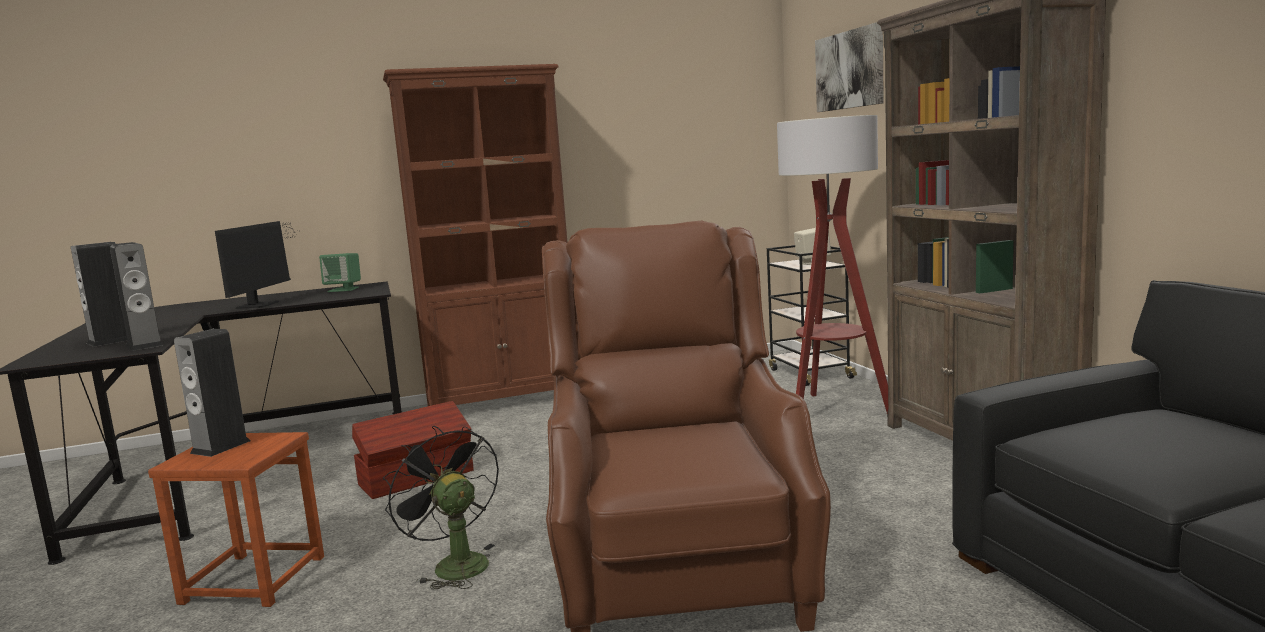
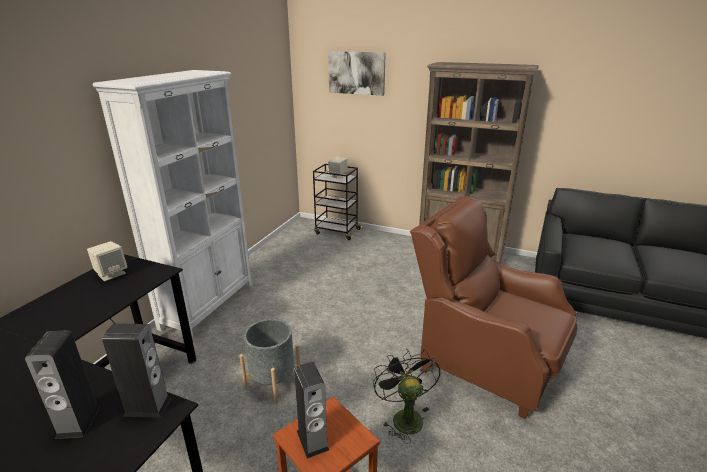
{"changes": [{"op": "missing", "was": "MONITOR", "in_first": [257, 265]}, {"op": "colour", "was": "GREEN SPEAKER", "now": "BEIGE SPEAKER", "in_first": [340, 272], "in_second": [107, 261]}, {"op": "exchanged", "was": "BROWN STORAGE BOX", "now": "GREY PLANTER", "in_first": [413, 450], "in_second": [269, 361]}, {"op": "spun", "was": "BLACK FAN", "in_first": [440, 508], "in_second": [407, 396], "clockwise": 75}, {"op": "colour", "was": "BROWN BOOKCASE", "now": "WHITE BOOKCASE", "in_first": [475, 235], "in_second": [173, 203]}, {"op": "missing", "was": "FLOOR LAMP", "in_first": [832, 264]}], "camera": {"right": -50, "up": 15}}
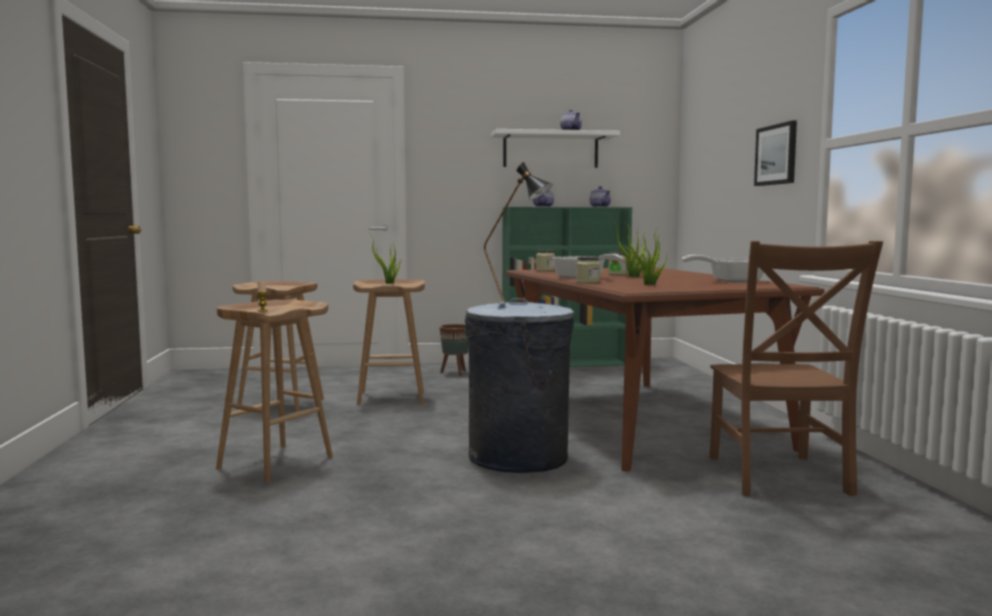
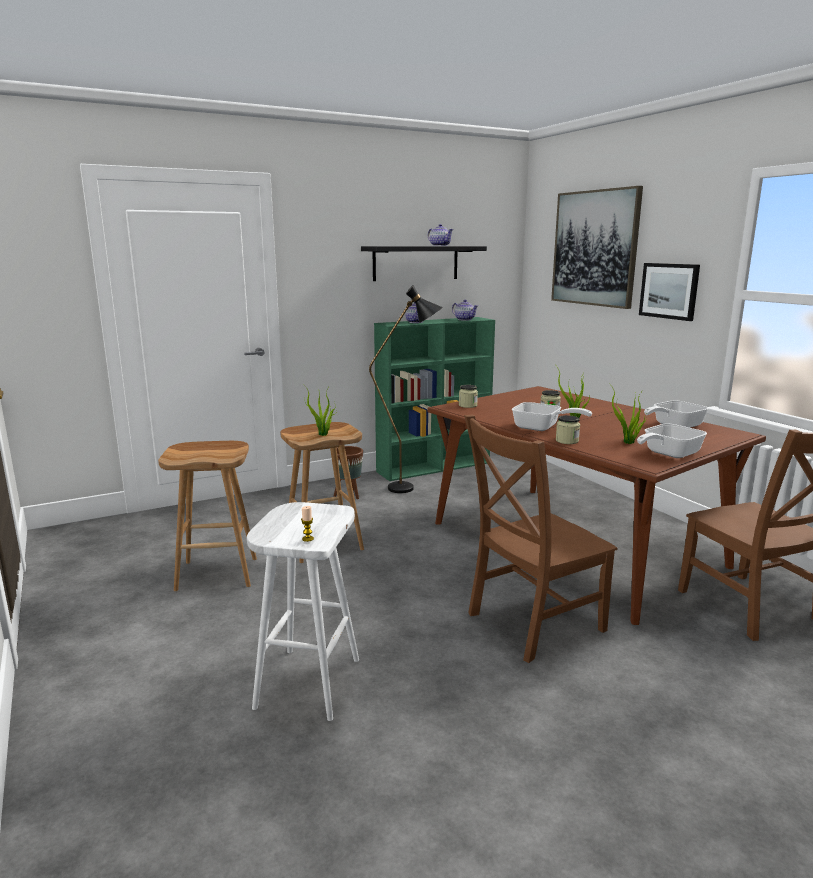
{"changes": [{"op": "colour", "was": "BROWN STOOL", "now": "WHITE STOOL", "in_first": [274, 391], "in_second": [303, 611]}, {"op": "exchanged", "was": "GREY TRASH CAN", "now": "BROWN CHAIR", "in_first": [519, 385], "in_second": [540, 539]}, {"op": "colour", "was": "WHITE SHELF", "now": "BLACK SHELF", "in_first": [555, 148], "in_second": [424, 263]}, {"op": "appeared", "now": "PICTURE", "in_second": [597, 247]}, {"op": "appeared", "now": "FRYING PAN", "in_second": [672, 441]}], "camera": {"right": -20, "up": 10}}
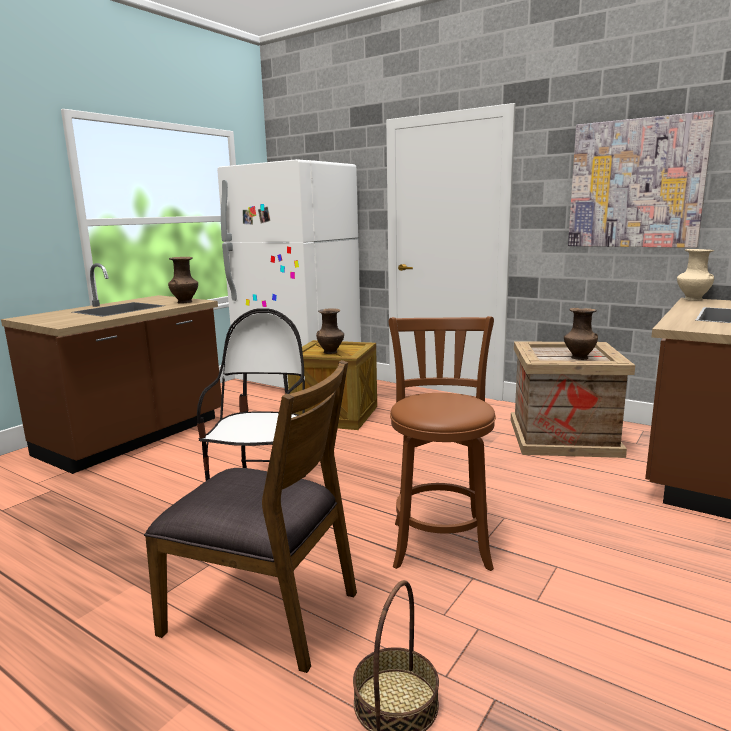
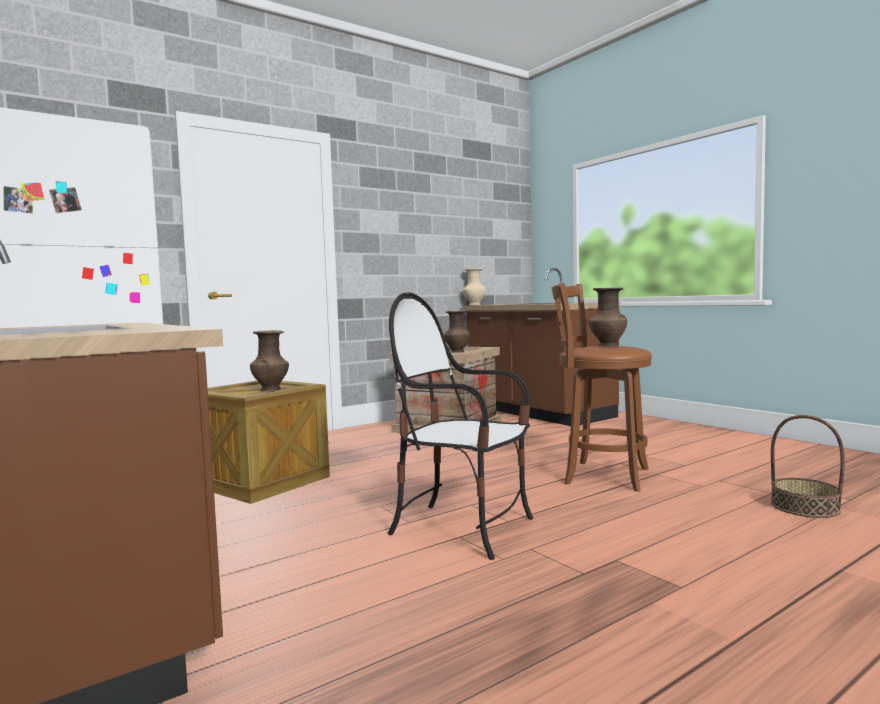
{"changes": [{"op": "missing", "was": "BROWN CHAIR", "in_first": [250, 516]}, {"op": "relocated", "was": "BROWN VASE", "in_first": [183, 280], "in_second": [607, 317]}, {"op": "missing", "was": "PICTURE", "in_first": [641, 179]}], "camera": {"right": -70, "up": -10}}
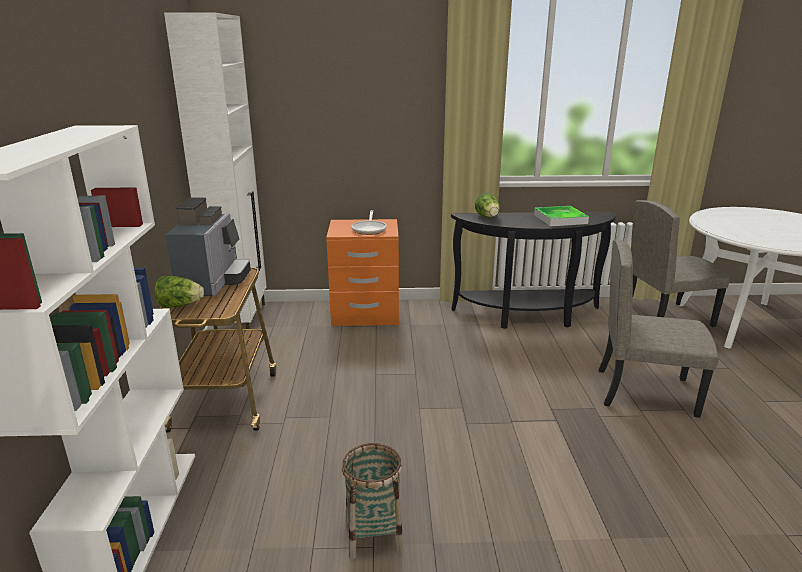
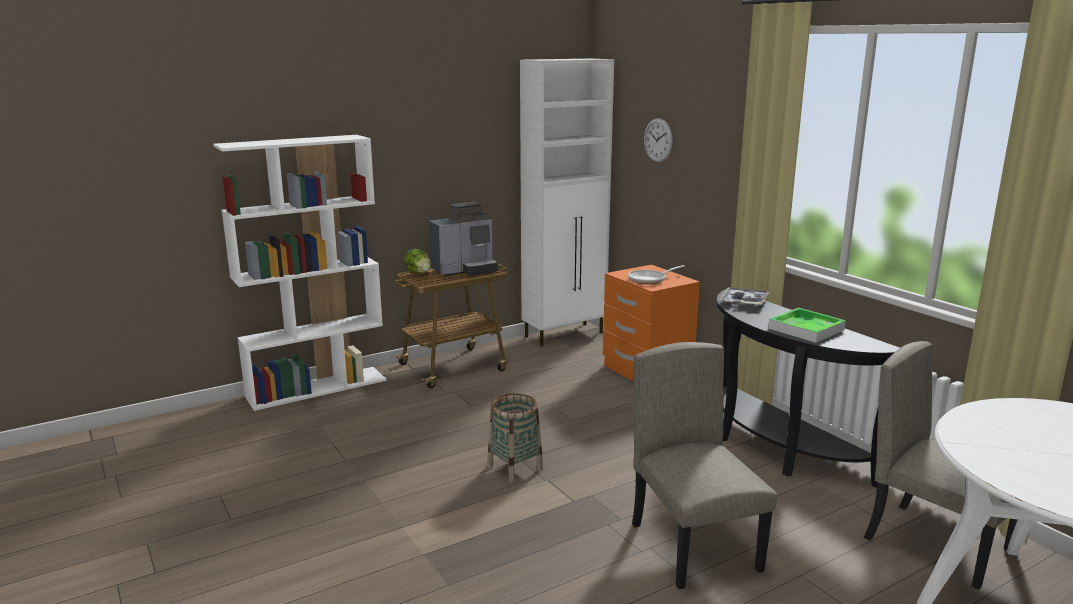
{"changes": [{"op": "relocated", "was": "BASKET", "in_first": [372, 501], "in_second": [515, 438]}, {"op": "exchanged", "was": "LETTUCE", "now": "TRAY", "in_first": [487, 205], "in_second": [744, 296]}, {"op": "appeared", "now": "WALL CLOCK", "in_second": [658, 140]}], "camera": {"right": 60, "up": -5}}
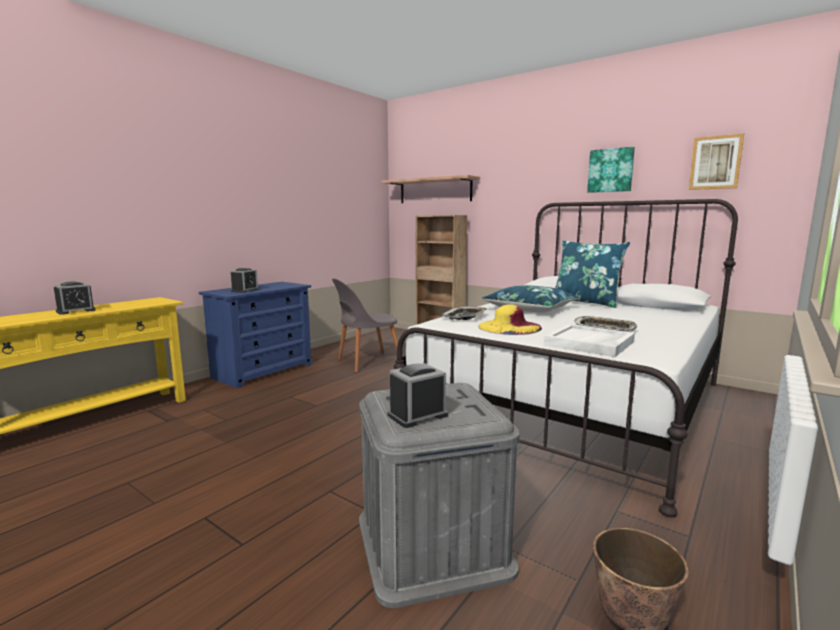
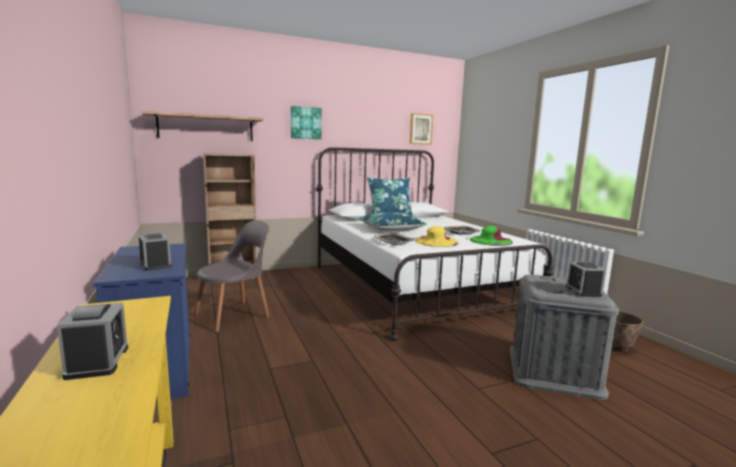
{"changes": [{"op": "spun", "was": "GREY CHAIR", "in_first": [365, 325], "in_second": [231, 276], "clockwise": -135}, {"op": "exchanged", "was": "WHITE TRAY", "now": "GREEN HAT", "in_first": [589, 340], "in_second": [491, 236]}, {"op": "relocated", "was": "PICTURE", "in_first": [611, 170], "in_second": [306, 122]}], "camera": {"right": -60, "up": 0}}
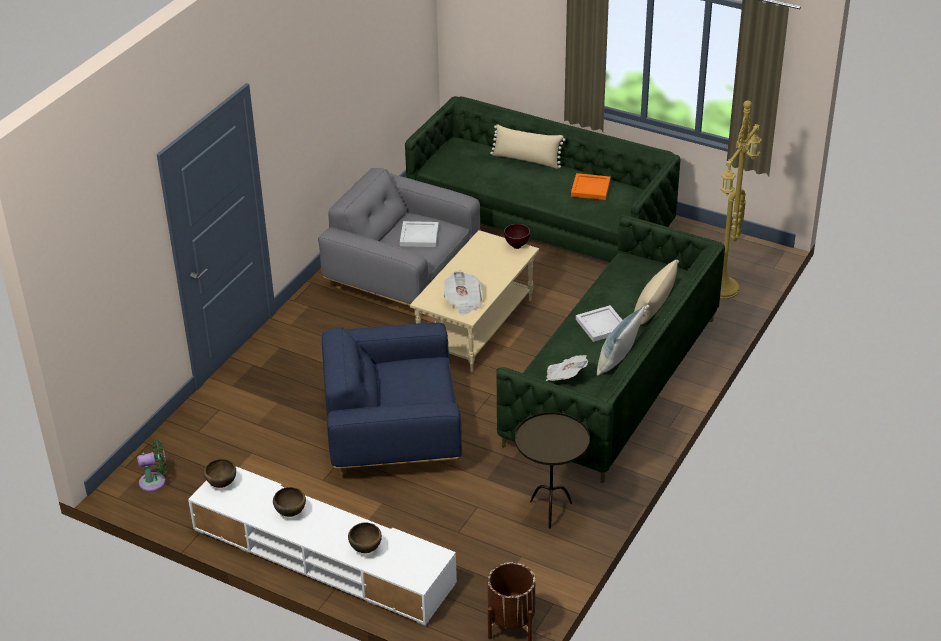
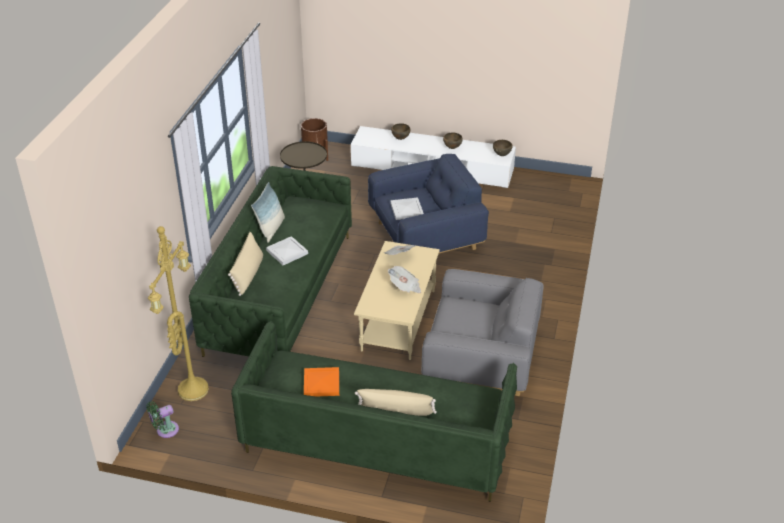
{"changes": [{"op": "relocated", "was": "GREEN FAN", "in_first": [152, 466], "in_second": [162, 419]}, {"op": "relocated", "was": "WHITE TRAY", "in_first": [419, 234], "in_second": [407, 208]}, {"op": "missing", "was": "BROWN BOWL", "in_first": [517, 236]}, {"op": "relocated", "was": "NEWSPAPER", "in_first": [567, 368], "in_second": [404, 279]}], "camera": {"right": 165, "up": 0}}
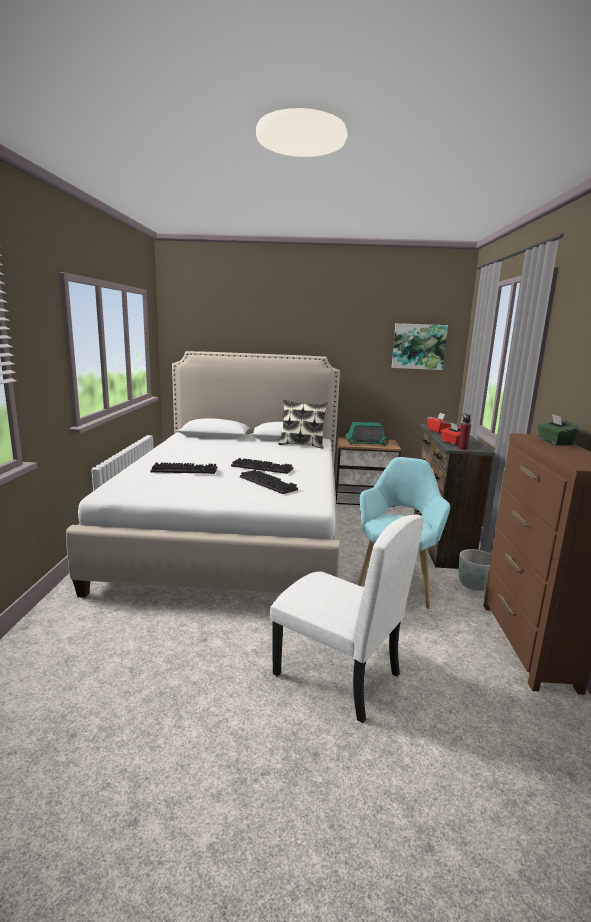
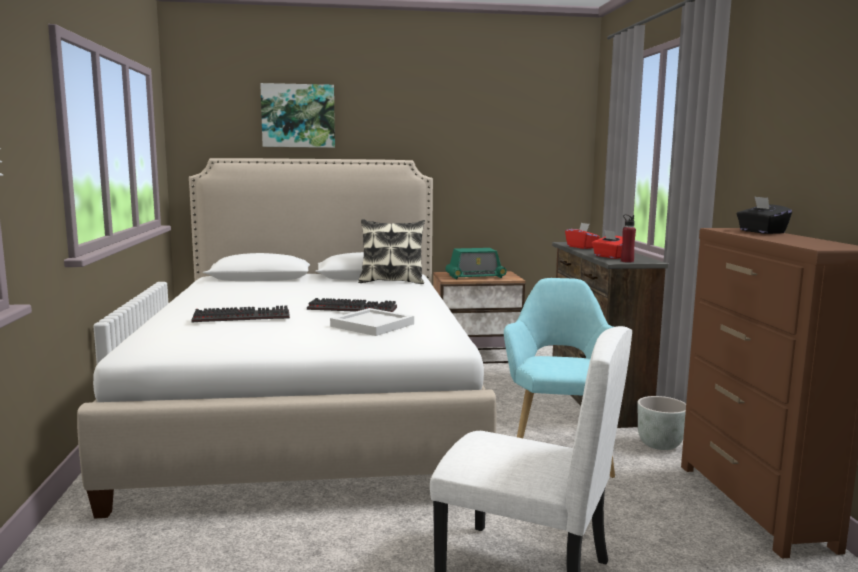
{"changes": [{"op": "exchanged", "was": "KEYBOARD", "now": "WHITE TRAY", "in_first": [269, 482], "in_second": [372, 322]}, {"op": "relocated", "was": "PICTURE", "in_first": [420, 346], "in_second": [297, 115]}, {"op": "colour", "was": "GREEN TISSUE BOX", "now": "BLACK TISSUE BOX", "in_first": [558, 429], "in_second": [764, 215]}], "camera": {"right": -10, "up": -5}}
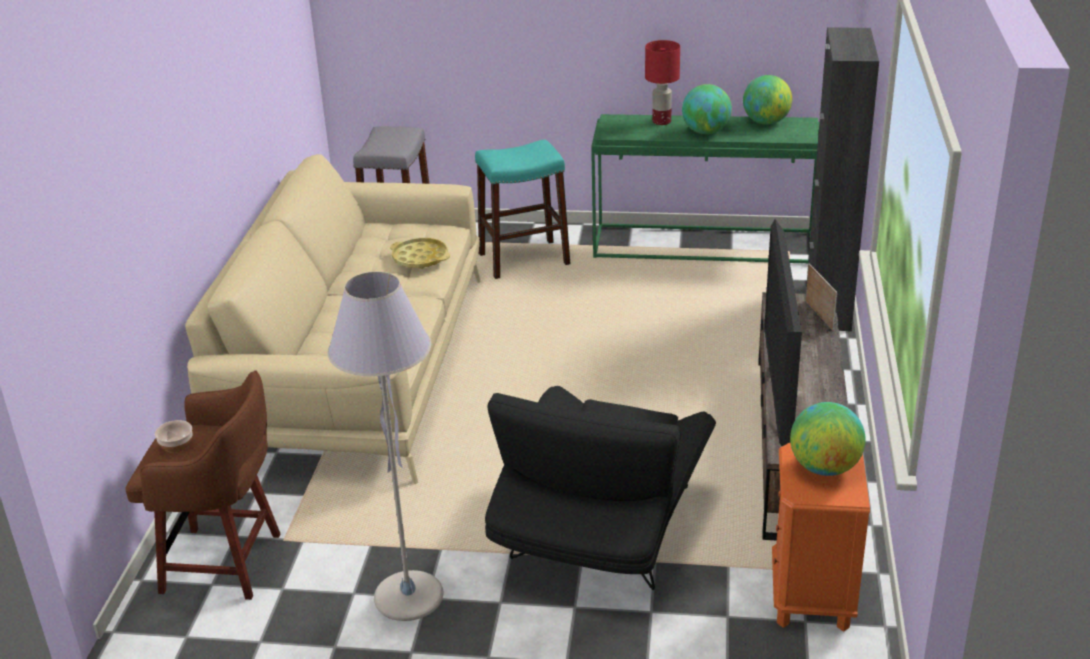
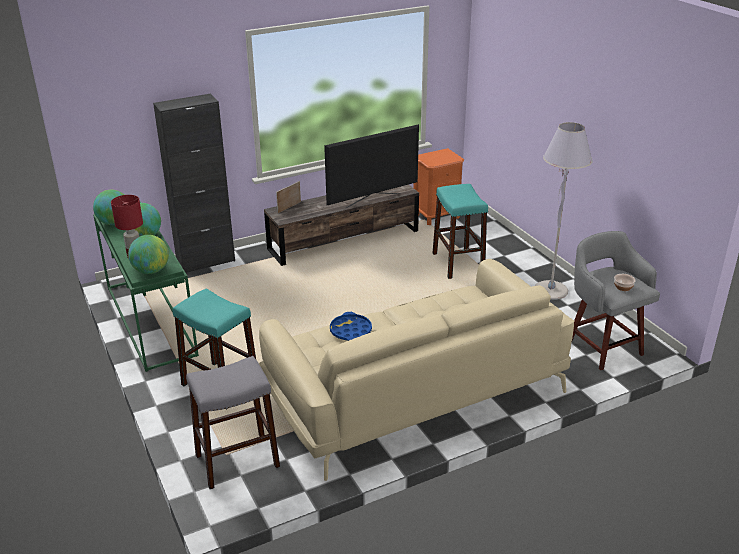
{"changes": [{"op": "colour", "was": "BROWN STOOL", "now": "GREY STOOL", "in_first": [203, 485], "in_second": [615, 300]}, {"op": "colour", "was": "YELLOW TRAY", "now": "BLUE TRAY", "in_first": [420, 253], "in_second": [351, 326]}, {"op": "exchanged", "was": "BLACK ARMCHAIR", "now": "TURQUOISE STOOL", "in_first": [600, 488], "in_second": [460, 231]}, {"op": "relocated", "was": "GLOBE", "in_first": [828, 439], "in_second": [148, 254]}], "camera": {"right": -125, "up": 0}}
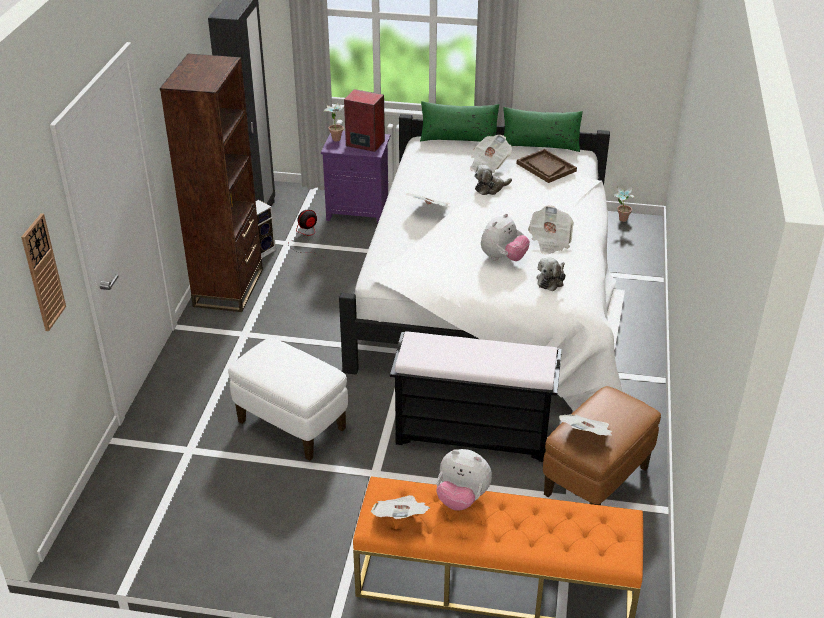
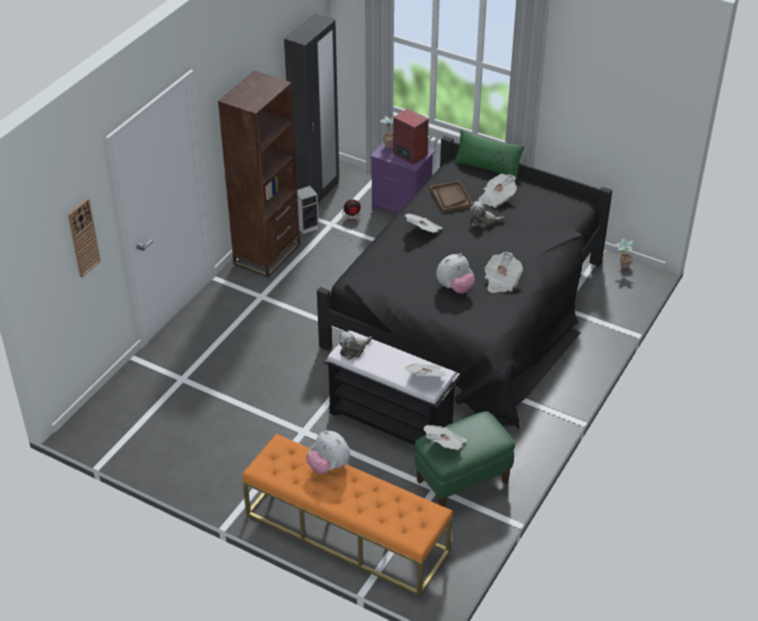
{"changes": [{"op": "missing", "was": "WHITE OTTOMAN", "in_first": [288, 399]}, {"op": "colour", "was": "WHITE BED", "now": "BLACK BED", "in_first": [482, 262], "in_second": [465, 283]}, {"op": "relocated", "was": "NEWSPAPER", "in_first": [400, 507], "in_second": [425, 370]}, {"op": "missing", "was": "GREEN PILLOW", "in_first": [543, 129]}, {"op": "relocated", "was": "BROWN TRAY", "in_first": [547, 166], "in_second": [451, 196]}, {"op": "relocated", "was": "PLUSH TOY", "in_first": [551, 274], "in_second": [355, 346]}, {"op": "colour", "was": "BROWN OTTOMAN", "now": "GREEN OTTOMAN", "in_first": [602, 445], "in_second": [464, 459]}], "camera": {"right": 20, "up": 5}}
